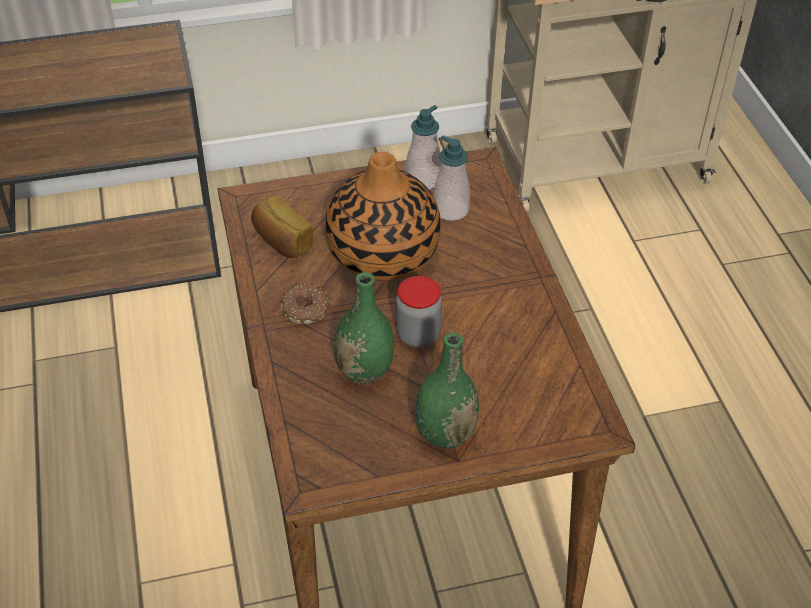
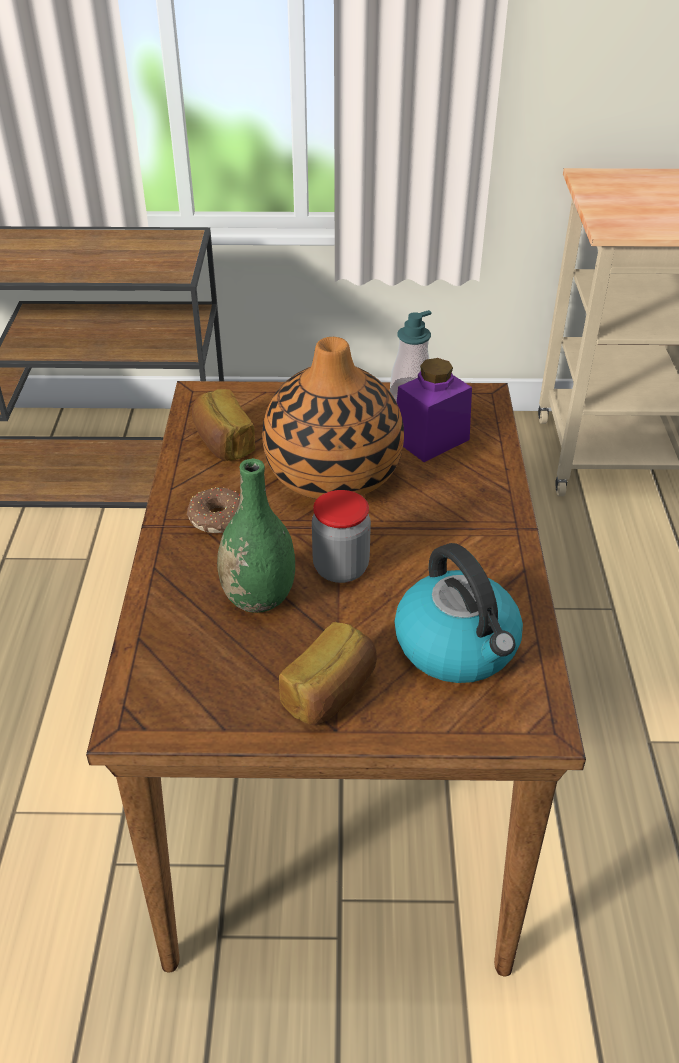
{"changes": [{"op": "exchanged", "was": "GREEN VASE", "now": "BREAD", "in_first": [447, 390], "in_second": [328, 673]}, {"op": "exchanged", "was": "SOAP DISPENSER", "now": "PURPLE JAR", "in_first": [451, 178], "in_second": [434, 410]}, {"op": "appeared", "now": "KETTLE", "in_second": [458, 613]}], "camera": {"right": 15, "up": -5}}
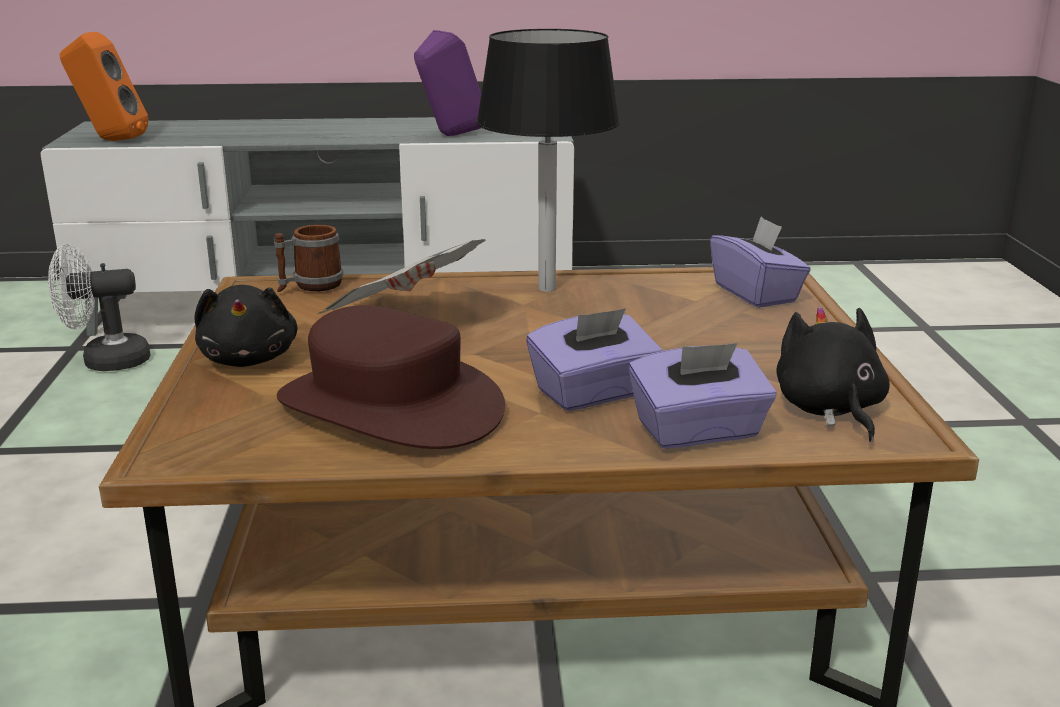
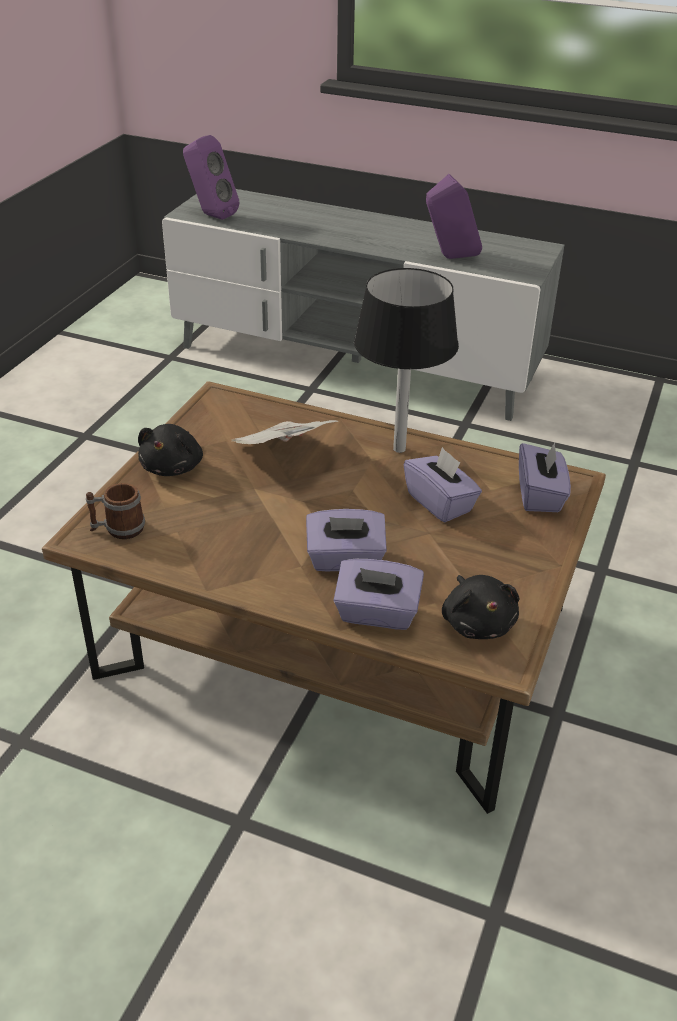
{"changes": [{"op": "missing", "was": "WHITE FAN", "in_first": [99, 307]}, {"op": "colour", "was": "ORANGE SPEAKER", "now": "PURPLE SPEAKER", "in_first": [104, 86], "in_second": [211, 177]}, {"op": "relocated", "was": "MUG", "in_first": [308, 258], "in_second": [115, 511]}, {"op": "missing", "was": "BROWN HAT", "in_first": [391, 377]}, {"op": "spun", "was": "BLACK PLUSH TOY", "in_first": [833, 374], "in_second": [480, 607], "clockwise": 150}, {"op": "appeared", "now": "PURPLE TISSUE BOX", "in_second": [442, 484]}], "camera": {"right": 25, "up": 15}}
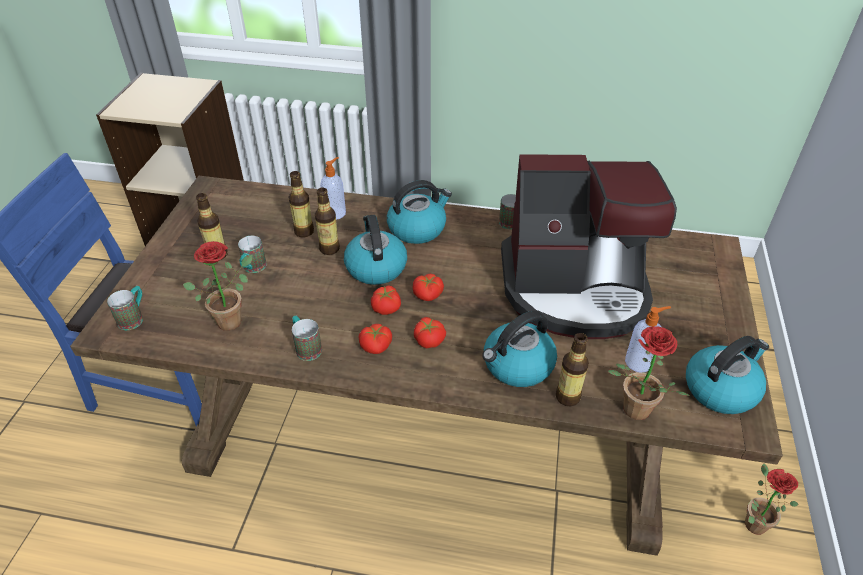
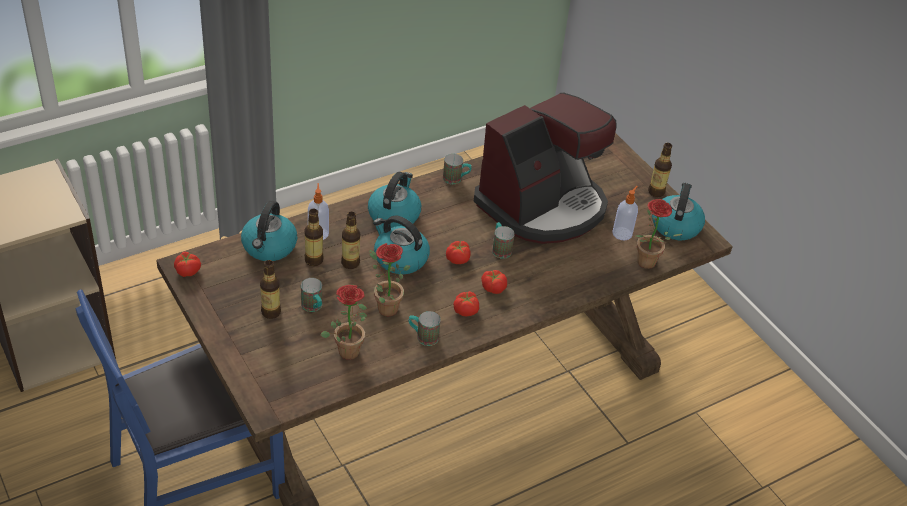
{"changes": [{"op": "relocated", "was": "MUG", "in_first": [125, 308], "in_second": [503, 240]}, {"op": "relocated", "was": "TOMATO", "in_first": [386, 300], "in_second": [187, 264]}, {"op": "relocated", "was": "KETTLE", "in_first": [519, 349], "in_second": [269, 231]}, {"op": "relocated", "was": "BOTTLE", "in_first": [572, 369], "in_second": [660, 170]}, {"op": "relocated", "was": "POTTED PLANT", "in_first": [772, 499], "in_second": [389, 279]}], "camera": {"right": -45, "up": 0}}
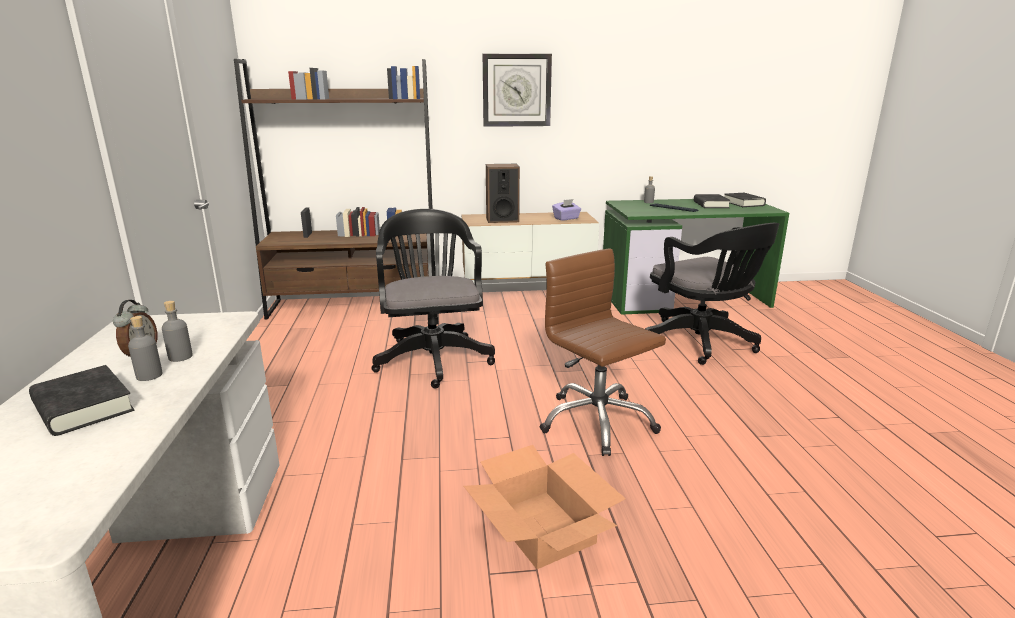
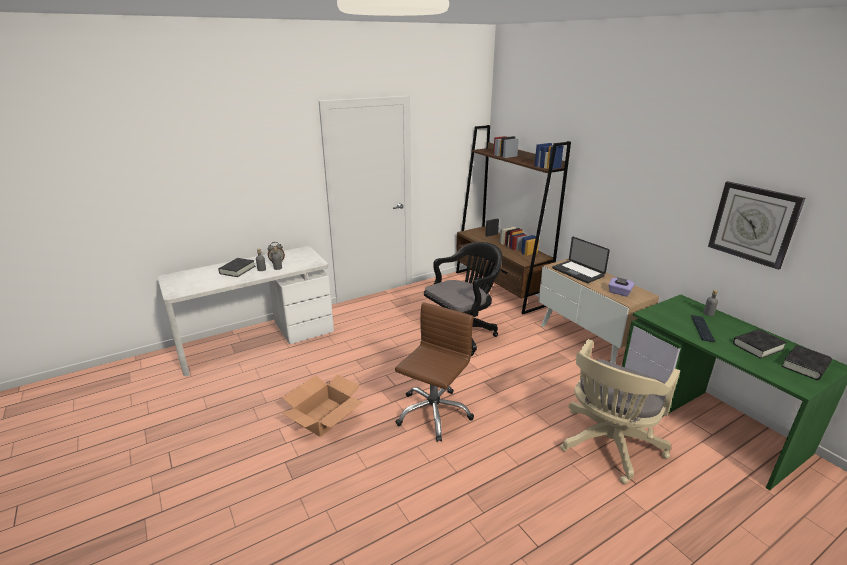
{"changes": [{"op": "relocated", "was": "WALL CLOCK", "in_first": [517, 90], "in_second": [756, 225]}, {"op": "exchanged", "was": "SPEAKER", "now": "LAPTOP", "in_first": [503, 193], "in_second": [581, 260]}, {"op": "colour", "was": "BLACK OFFICE CHAIR", "now": "BEIGE OFFICE CHAIR", "in_first": [712, 294], "in_second": [620, 411]}], "camera": {"right": 65, "up": 5}}
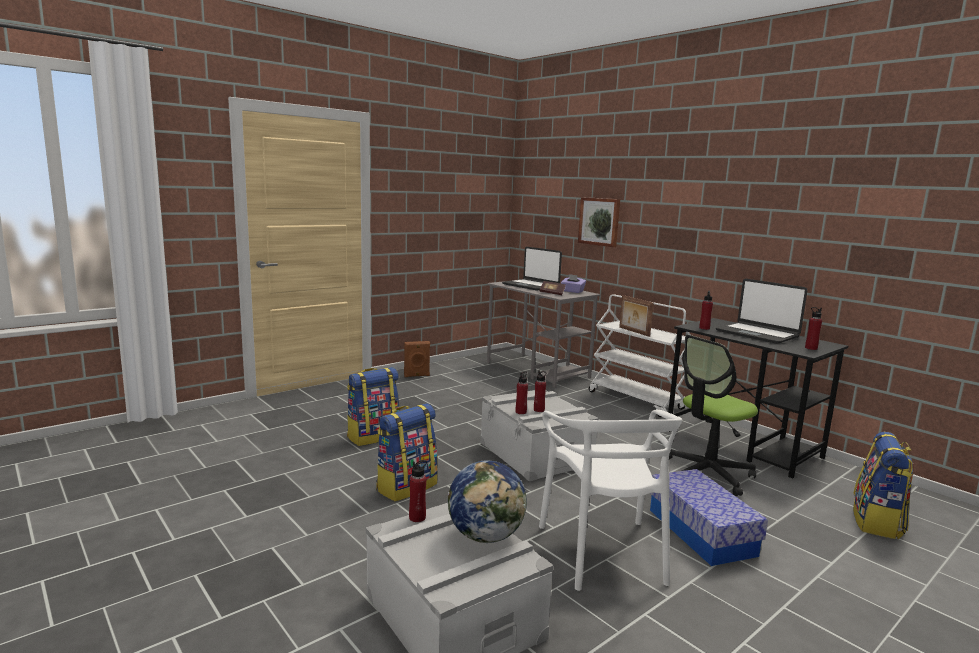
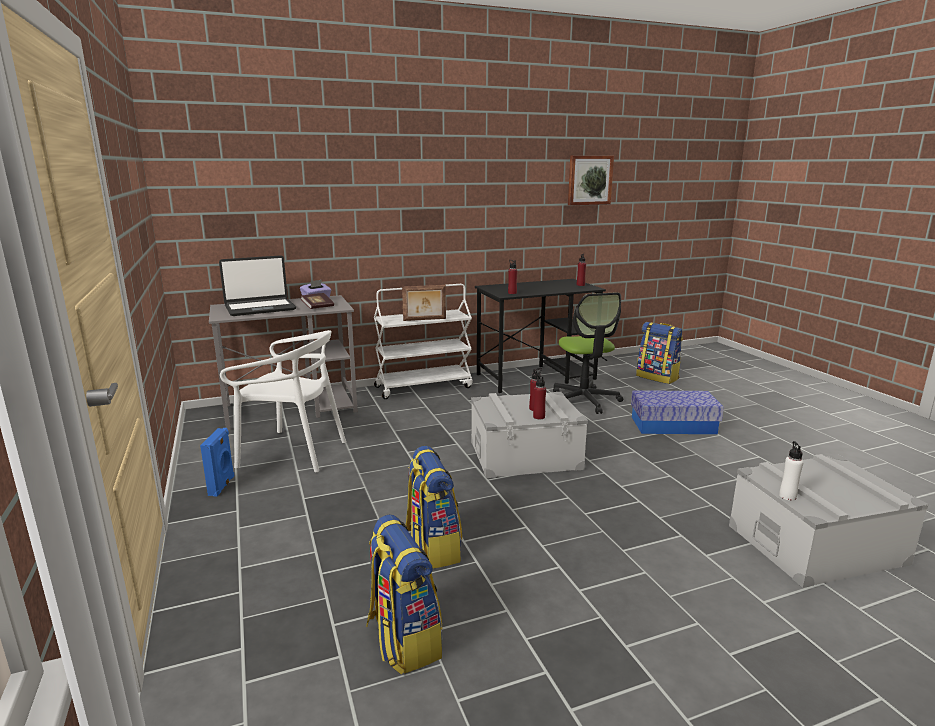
{"changes": [{"op": "relocated", "was": "BACKPACK", "in_first": [407, 452], "in_second": [404, 594]}, {"op": "colour", "was": "BROWN SPEAKER", "now": "BLUE SPEAKER", "in_first": [417, 359], "in_second": [217, 462]}, {"op": "colour", "was": "RED BOTTLE", "now": "WHITE BOTTLE", "in_first": [418, 491], "in_second": [791, 471]}, {"op": "missing", "was": "GLOBE", "in_first": [487, 501]}, {"op": "relocated", "was": "WHITE CHAIR", "in_first": [610, 500], "in_second": [283, 401]}, {"op": "relocated", "was": "PICTURE", "in_first": [599, 222], "in_second": [591, 180]}, {"op": "missing", "was": "LAPTOP", "in_first": [762, 311]}], "camera": {"right": -70, "up": 5}}
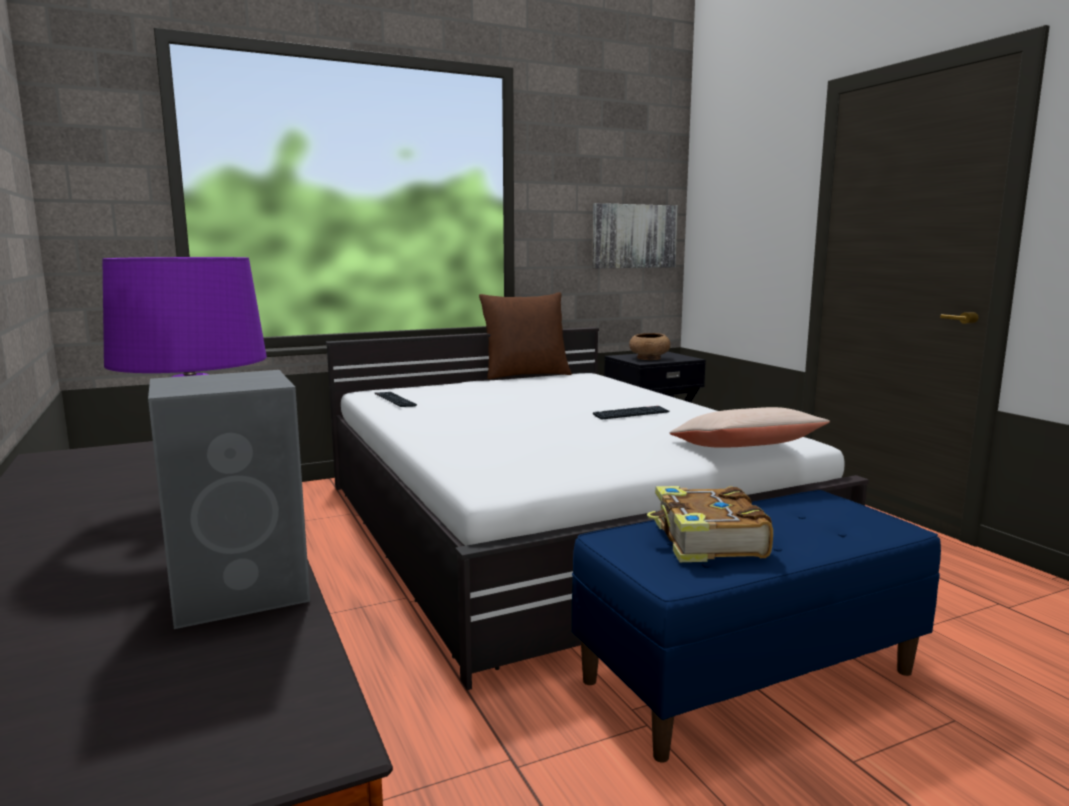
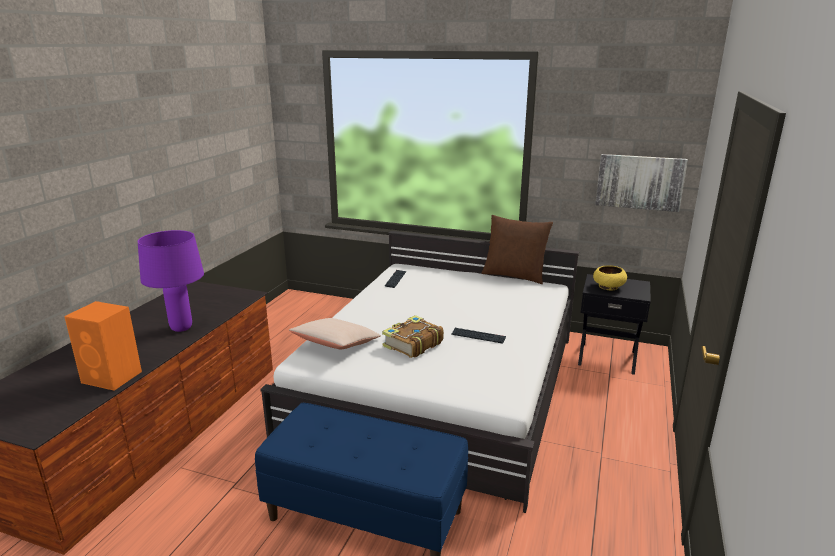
{"changes": [{"op": "colour", "was": "GREY SPEAKER", "now": "ORANGE SPEAKER", "in_first": [229, 499], "in_second": [103, 345]}, {"op": "colour", "was": "BROWN BOWL", "now": "YELLOW BOWL", "in_first": [650, 346], "in_second": [610, 277]}, {"op": "relocated", "was": "BOOK", "in_first": [710, 524], "in_second": [413, 336]}, {"op": "relocated", "was": "BEIGE PILLOW", "in_first": [749, 427], "in_second": [335, 333]}], "camera": {"right": 45, "up": 10}}
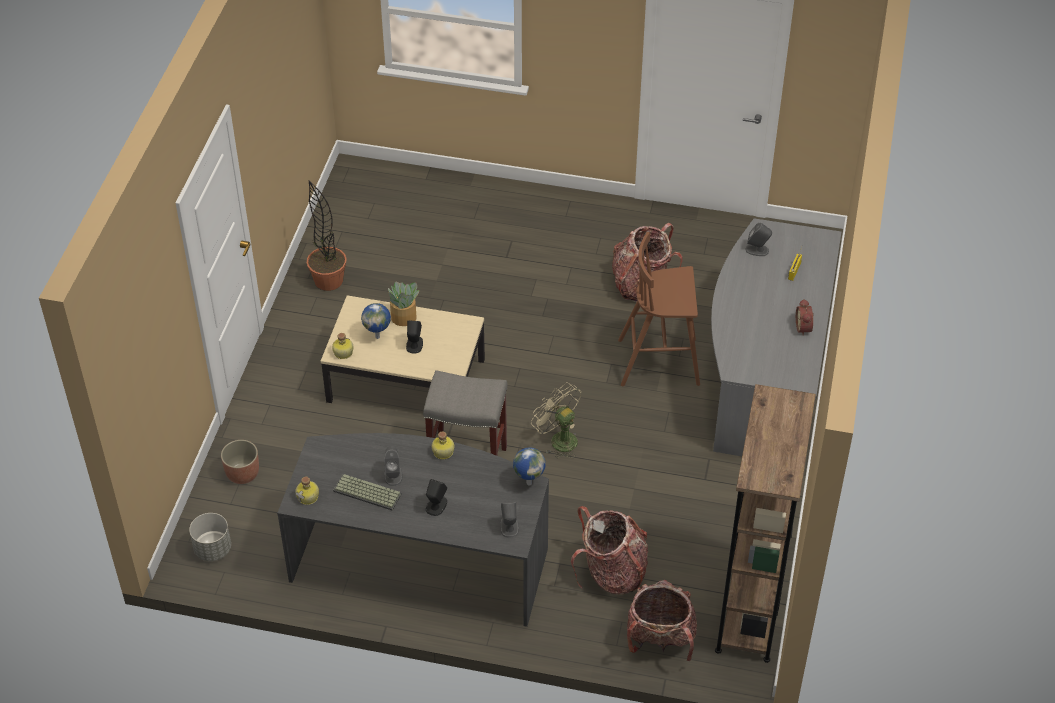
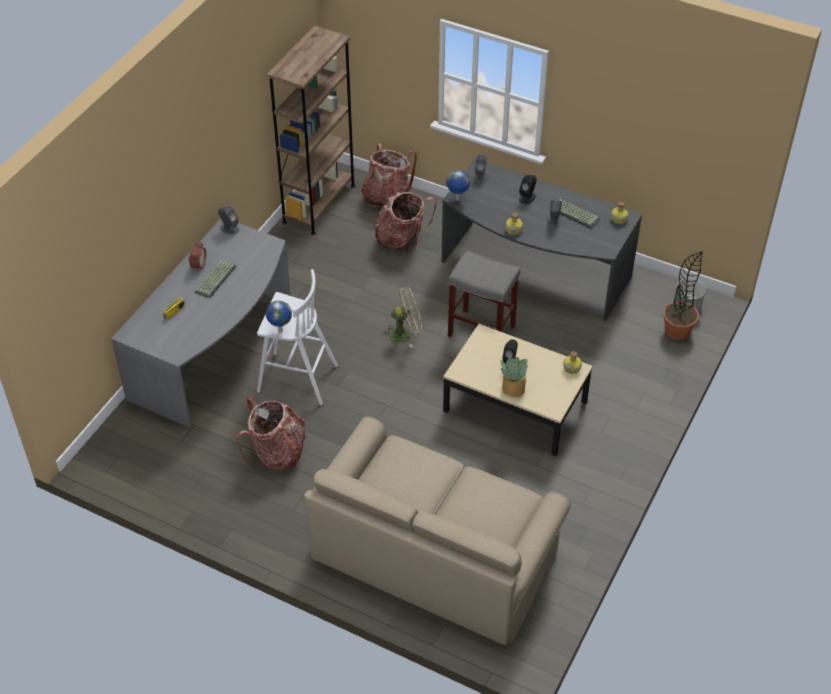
{"changes": [{"op": "missing", "was": "PLANTER", "in_first": [240, 462]}, {"op": "relocated", "was": "POTTED PLANT", "in_first": [327, 235], "in_second": [683, 295]}, {"op": "relocated", "was": "GLOBE", "in_first": [376, 321], "in_second": [279, 317]}, {"op": "spun", "was": "BEIGE FAN", "in_first": [556, 420], "in_second": [402, 317], "clockwise": -75}, {"op": "colour", "was": "BROWN STOOL", "now": "WHITE STOOL", "in_first": [659, 309], "in_second": [297, 337]}, {"op": "relocated", "was": "GREY SPEAKER", "in_first": [758, 239], "in_second": [228, 220]}, {"op": "appeared", "now": "KEYBOARD", "in_second": [216, 279]}, {"op": "appeared", "now": "BEIGE SOFA", "in_second": [437, 530]}], "camera": {"right": -165, "up": 0}}
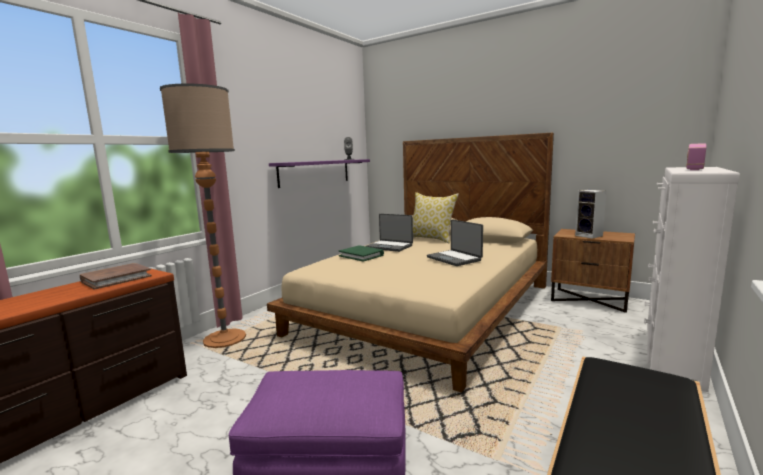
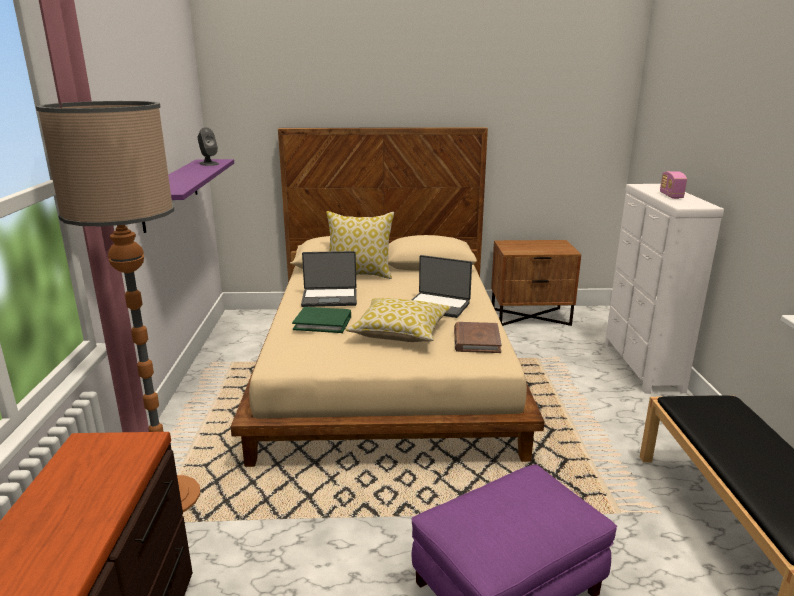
{"changes": [{"op": "relocated", "was": "BROWN BOOK", "in_first": [116, 276], "in_second": [478, 337]}, {"op": "missing", "was": "SPEAKER", "in_first": [590, 214]}, {"op": "appeared", "now": "PILLOW", "in_second": [398, 320]}], "camera": {"right": -35, "up": 10}}
